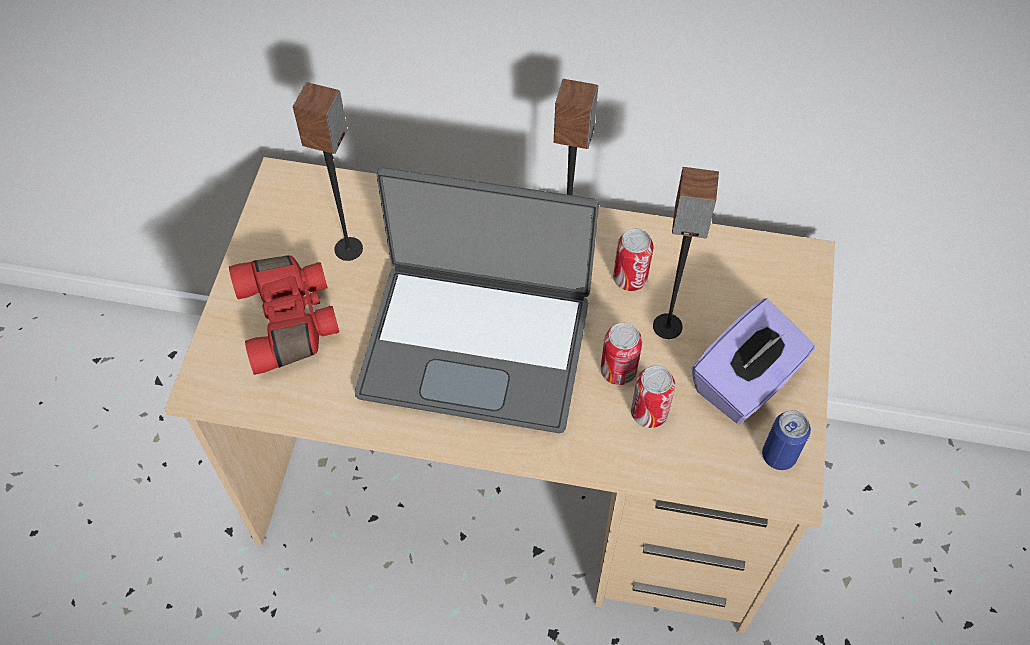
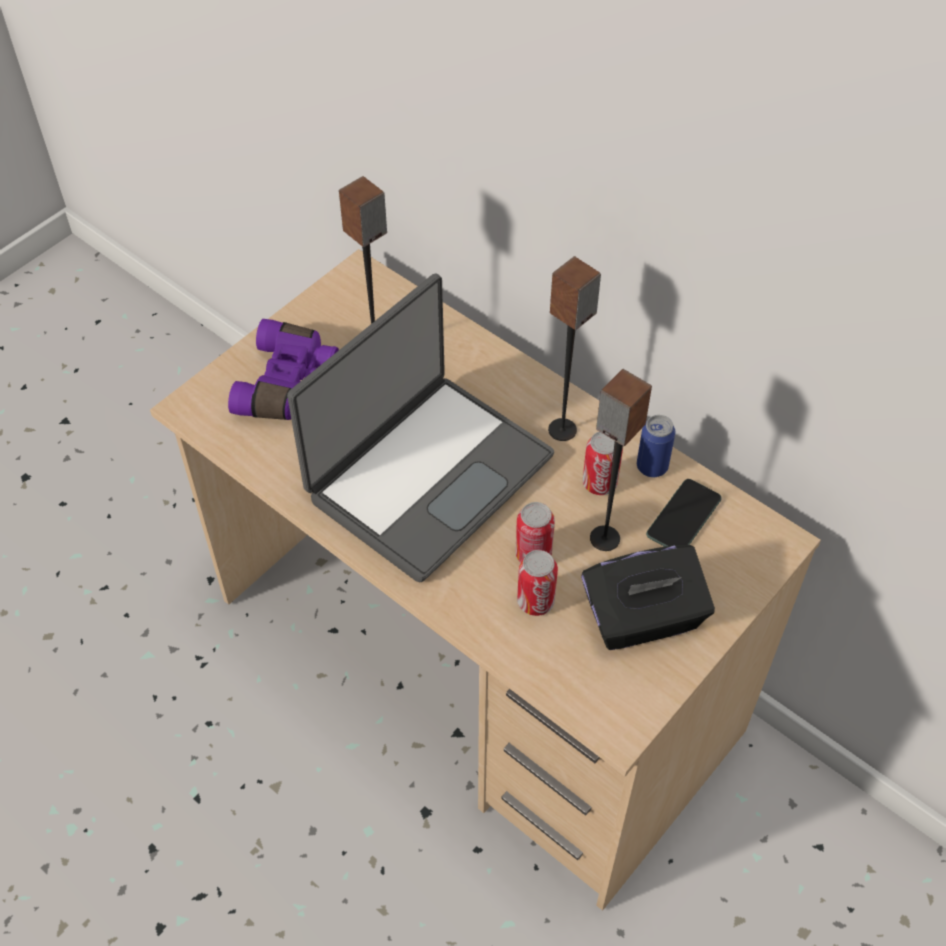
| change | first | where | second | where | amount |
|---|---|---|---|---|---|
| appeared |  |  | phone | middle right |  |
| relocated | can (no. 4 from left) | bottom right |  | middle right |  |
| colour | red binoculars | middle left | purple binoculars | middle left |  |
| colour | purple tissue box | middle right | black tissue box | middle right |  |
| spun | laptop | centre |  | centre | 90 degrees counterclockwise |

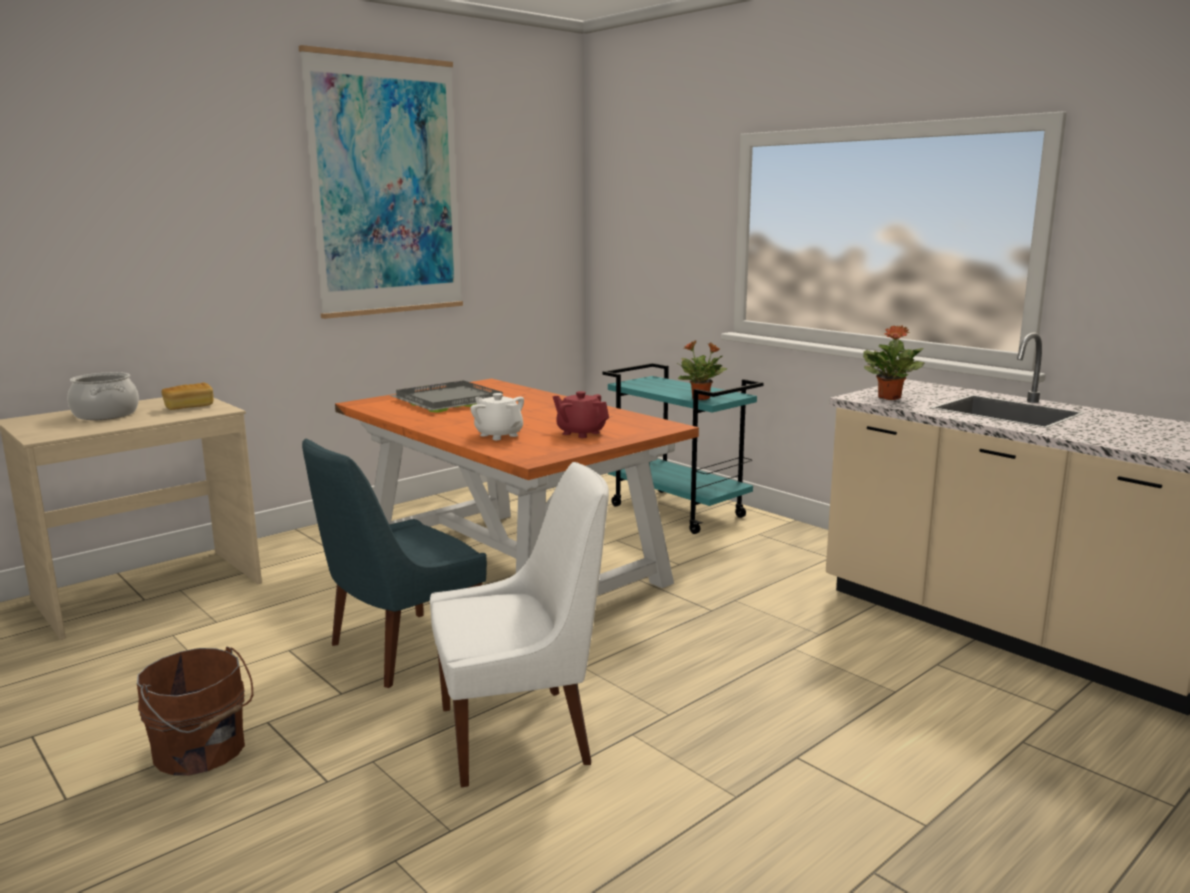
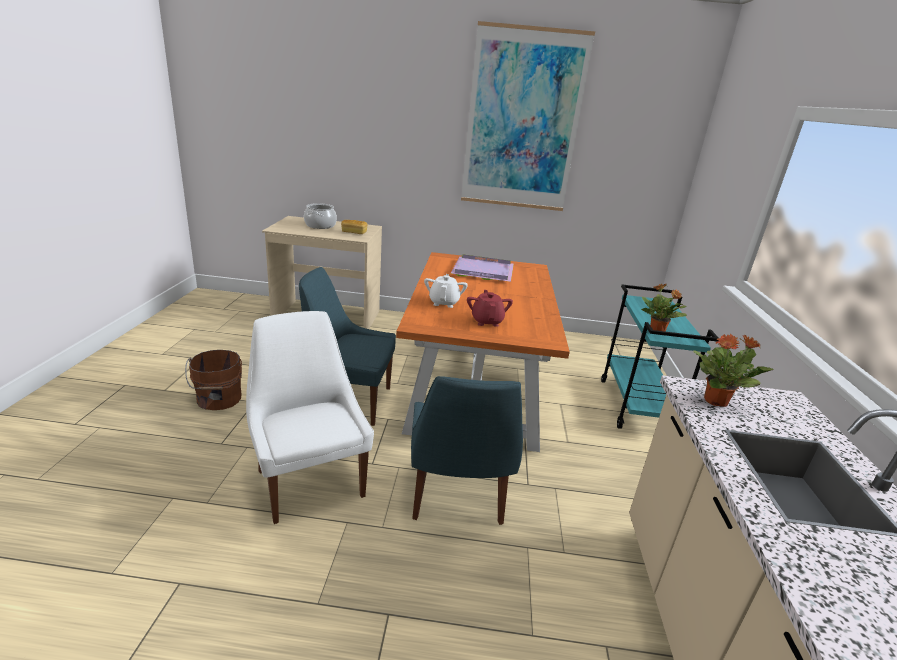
| change | first | where | second | where | amount |
|---|---|---|---|---|---|
| appeared |  |  | blue chair (no. 2 from left) | bottom centre |  |
| colour | grey tray | centre | purple tray | centre |  |
| spun | white chair | bottom centre |  | centre | 150 degrees counterclockwise |

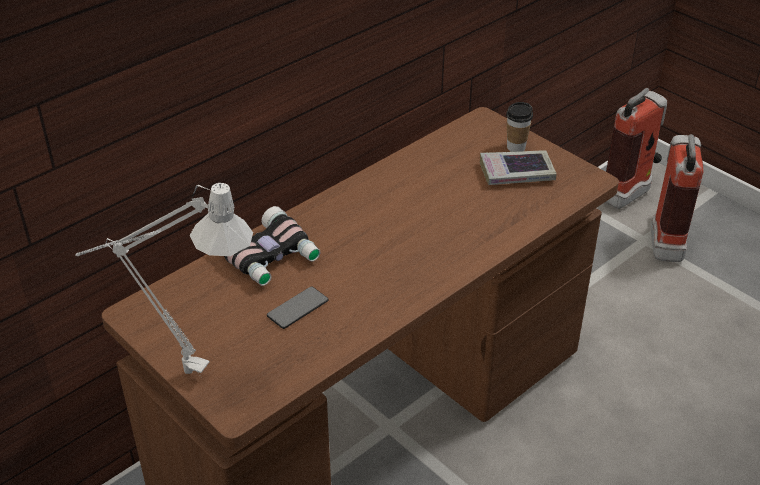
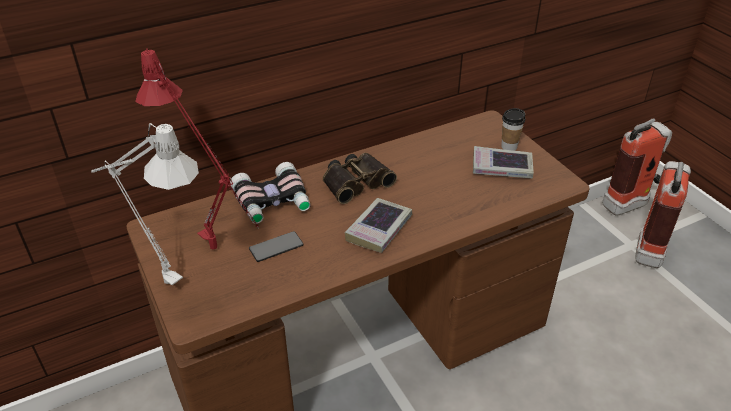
| change | first | where | second | where | amount |
|---|---|---|---|---|---|
| appeared |  |  | red table lamp | middle left |  |
| appeared |  |  | binoculars (no. 2 from left) | centre |  |
| appeared |  |  | book (no. 1 from left) | centre |  |

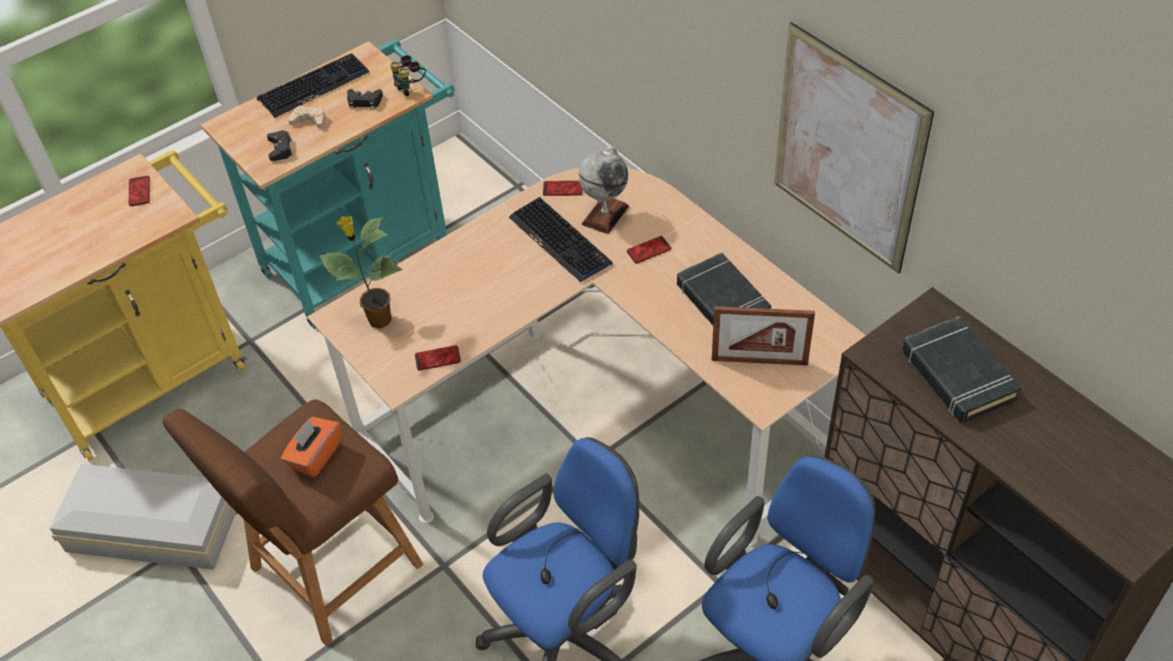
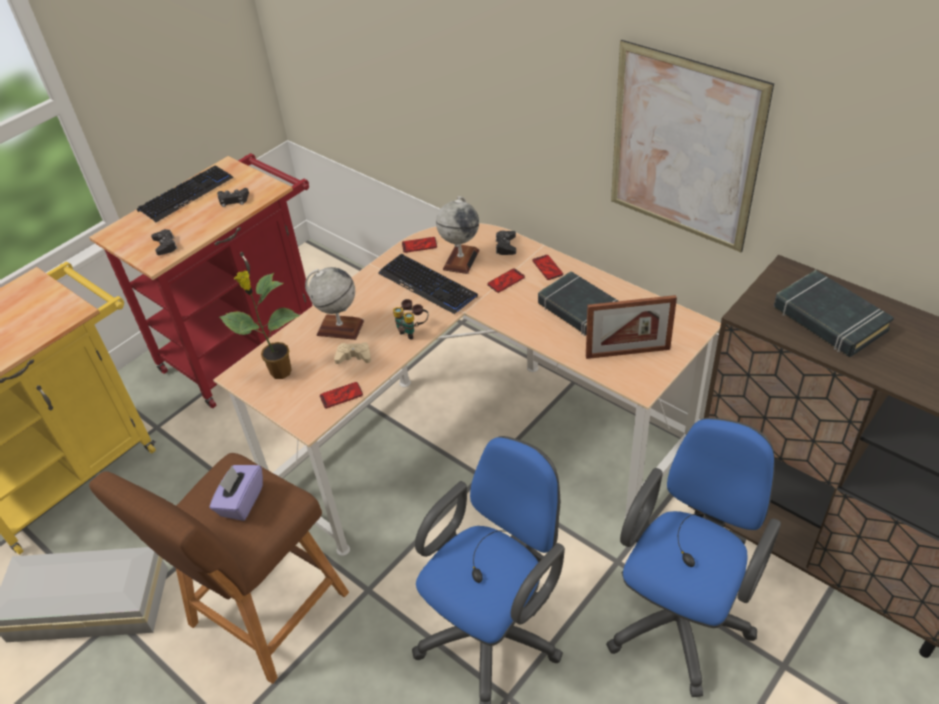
| change | first | where | second | where | amount |
|---|---|---|---|---|---|
| appeared |  |  | globe (no. 1 from left) | centre |  |
| appeared |  |  | black game controller (no. 3 from left) | centre |  |
| relocated | phone (no. 1 from left in the first image) | top left | phone (no. 4 from left) | centre |  |
| relocated | beige game controller | top left |  | centre |  |
| relocated | binoculars | top centre |  | centre |  |
| colour | turquoise cart | top left | red cart | middle left |  |
| colour | orange tissue box | bottom left | purple tissue box | bottom left |  |

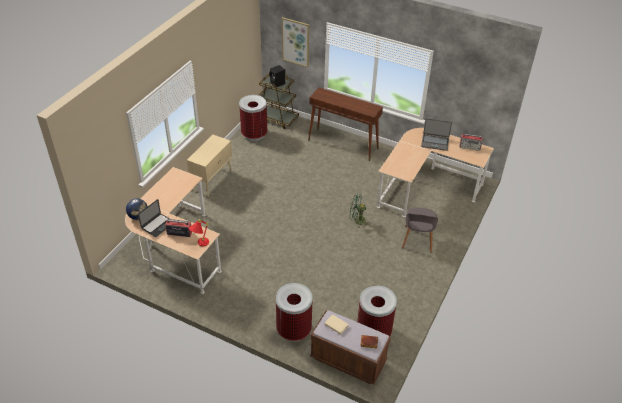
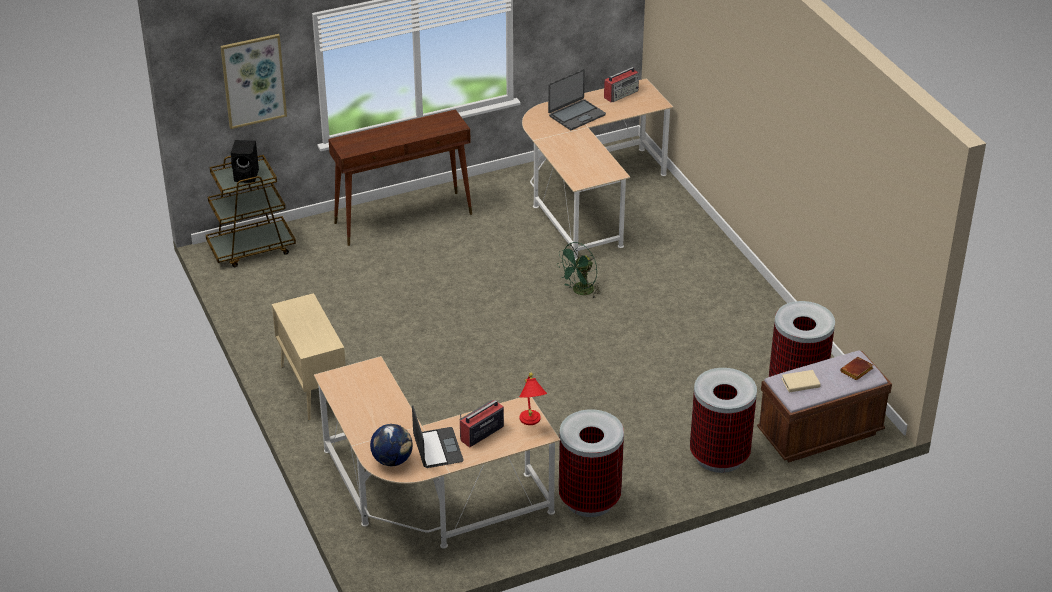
| change | first | where | second | where | amount |
|---|---|---|---|---|---|
| missing | grey chair | middle right |  |  |  |
| relocated | trash can (no. 1 from left) | top centre |  | bottom centre |  |

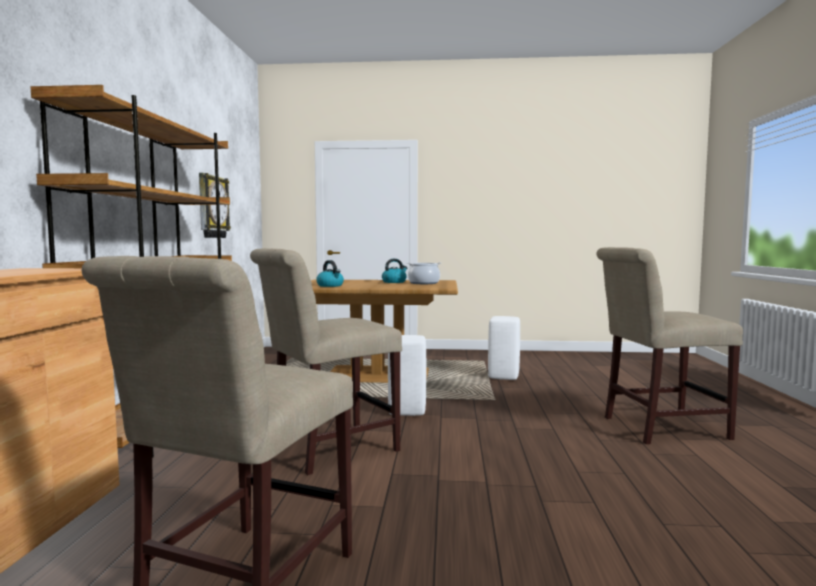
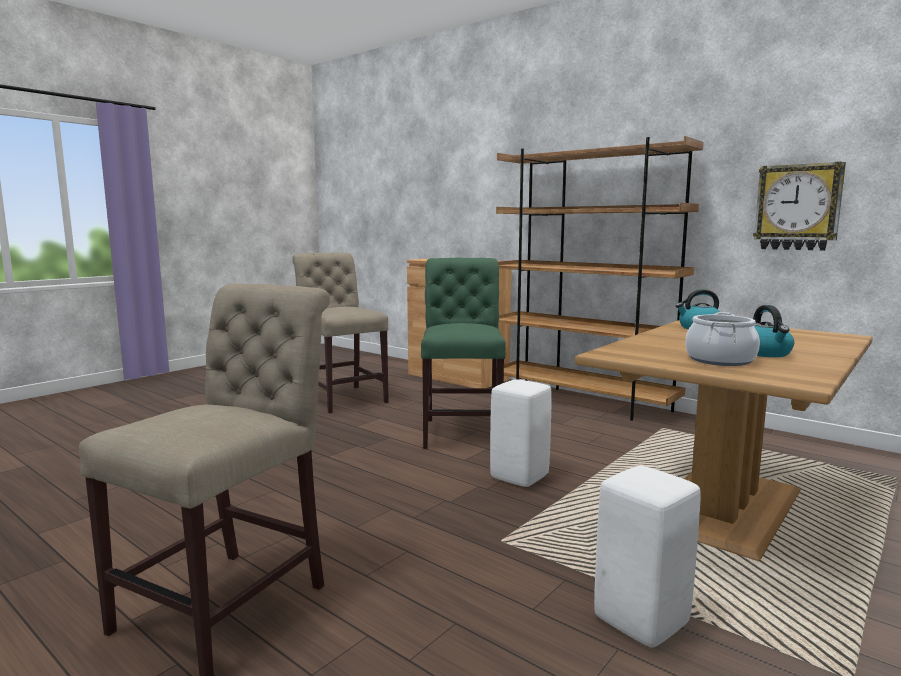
| change | first | where | second | where | amount |
|---|---|---|---|---|---|
| colour | beige chair (no. 2 from left) | centre | green chair | centre |  |

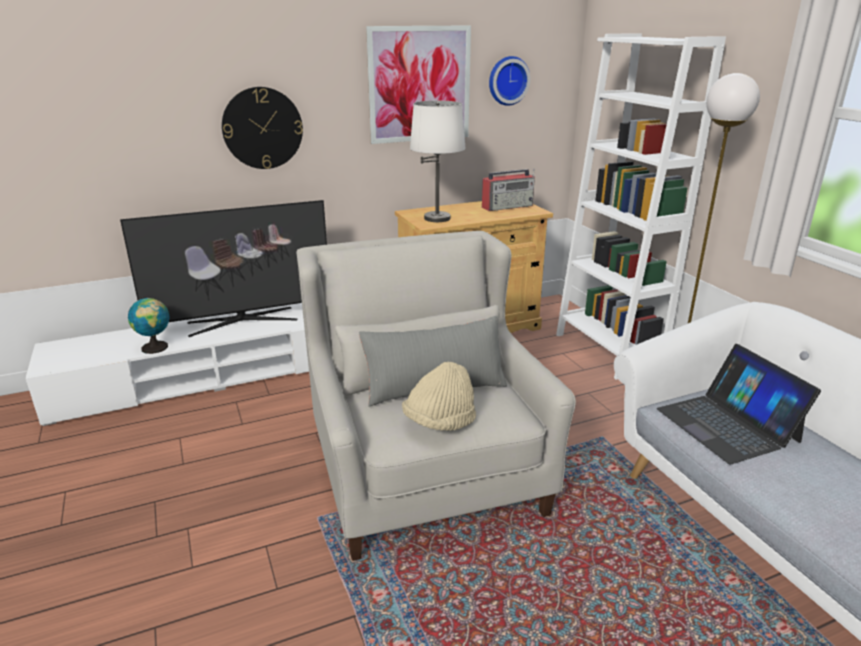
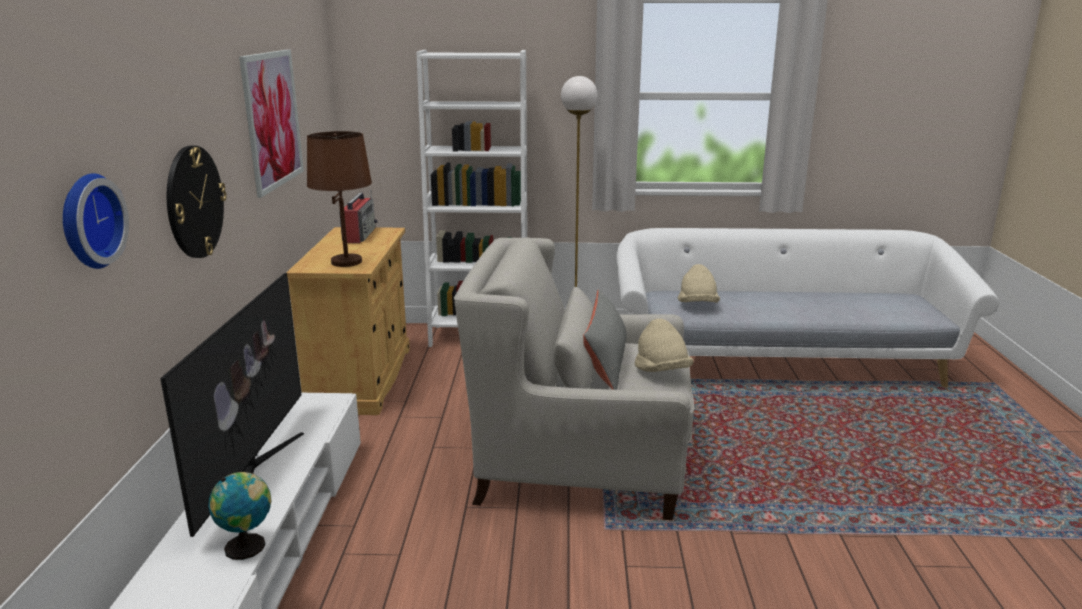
| change | first | where | second | where | amount |
|---|---|---|---|---|---|
| relocated | wall clock (no. 2 from left in the first image) | top centre | wall clock (no. 1 from left) | middle left |  |
| exchanged | laptop | middle right | beige hat (no. 2 from left) | centre |  |
| colour | white table lamp | top centre | brown table lamp | top left |  |

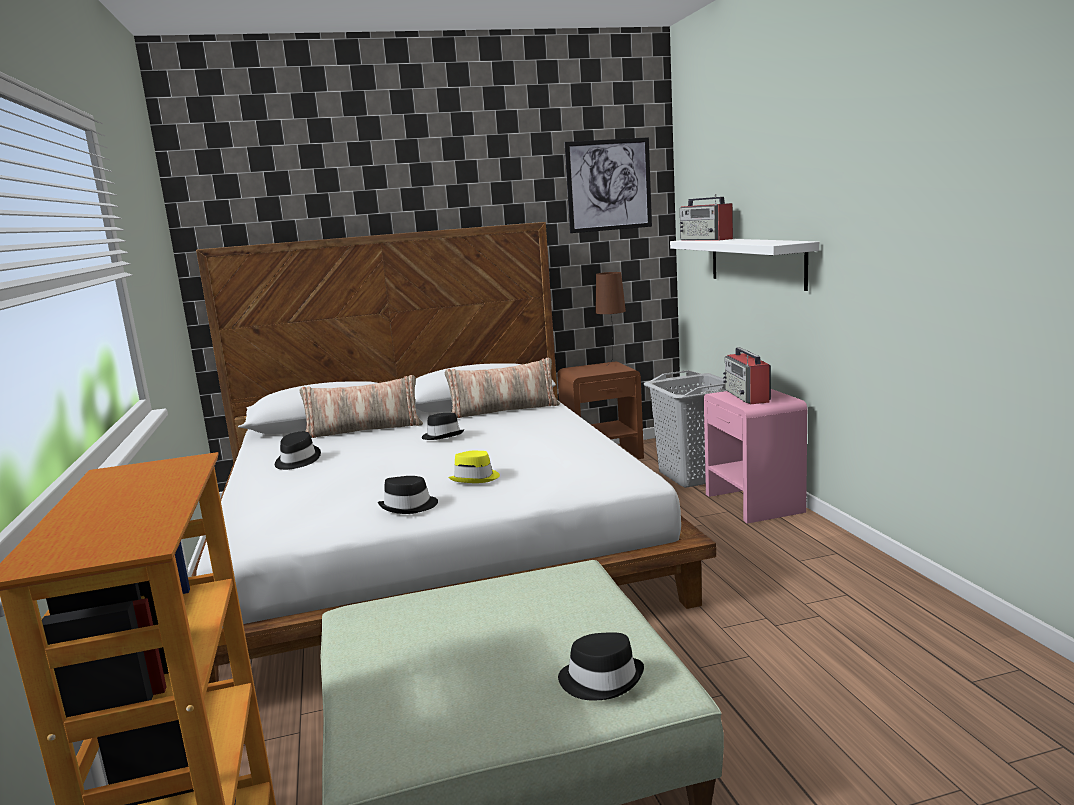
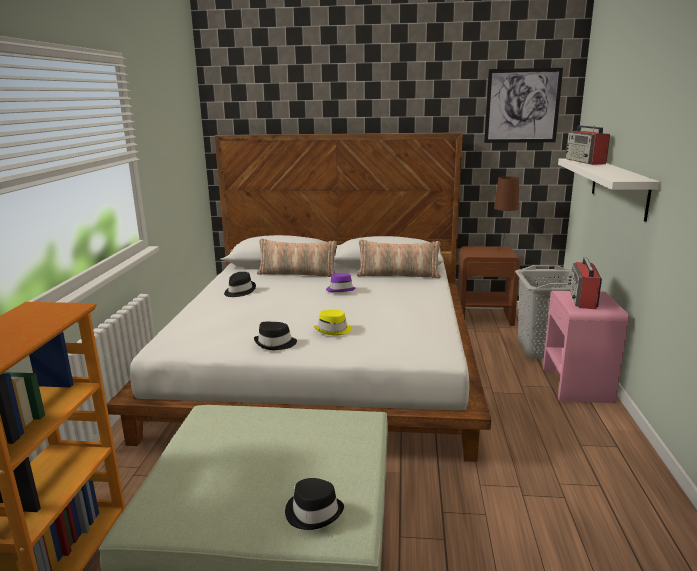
| change | first | where | second | where | amount |
|---|---|---|---|---|---|
| colour | black hat (no. 3 from left) | centre | purple hat | centre |  |

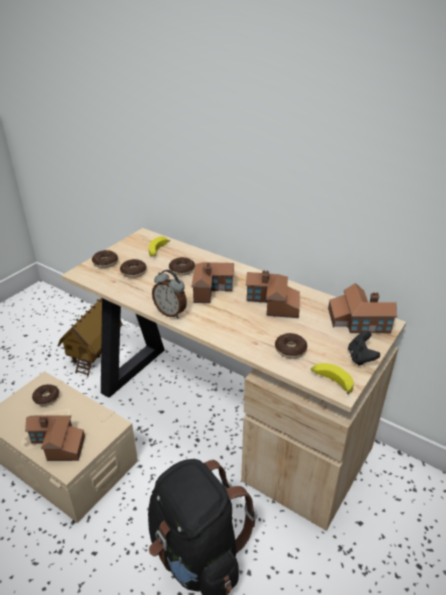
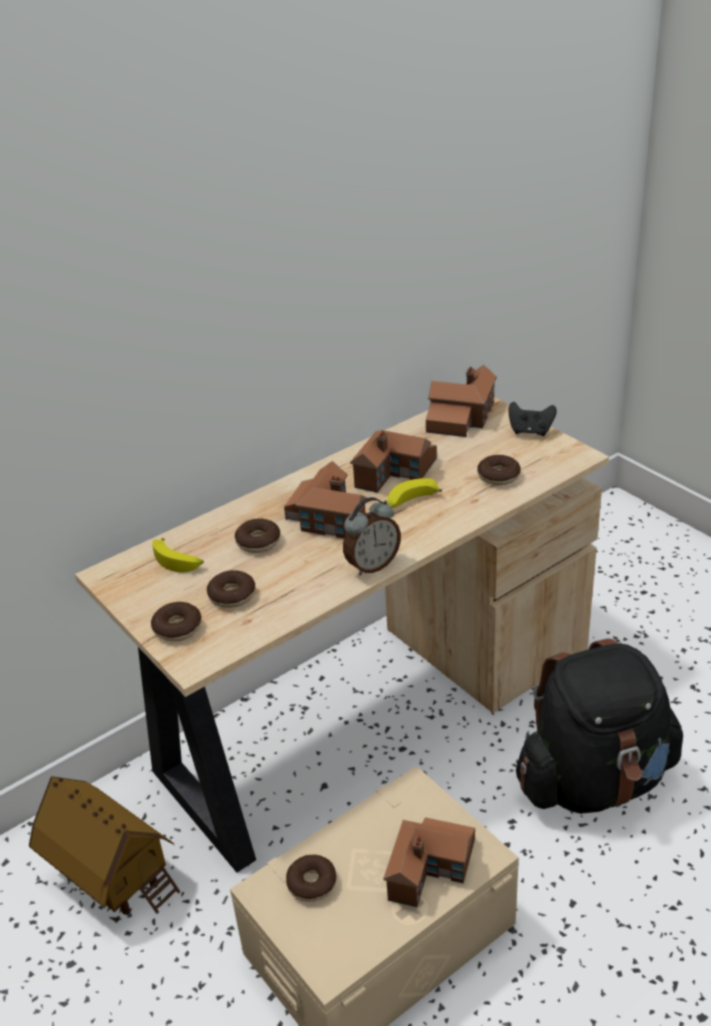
| change | first | where | second | where | amount |
|---|---|---|---|---|---|
| relocated | banana (no. 2 from left) | middle right |  | centre |  |

